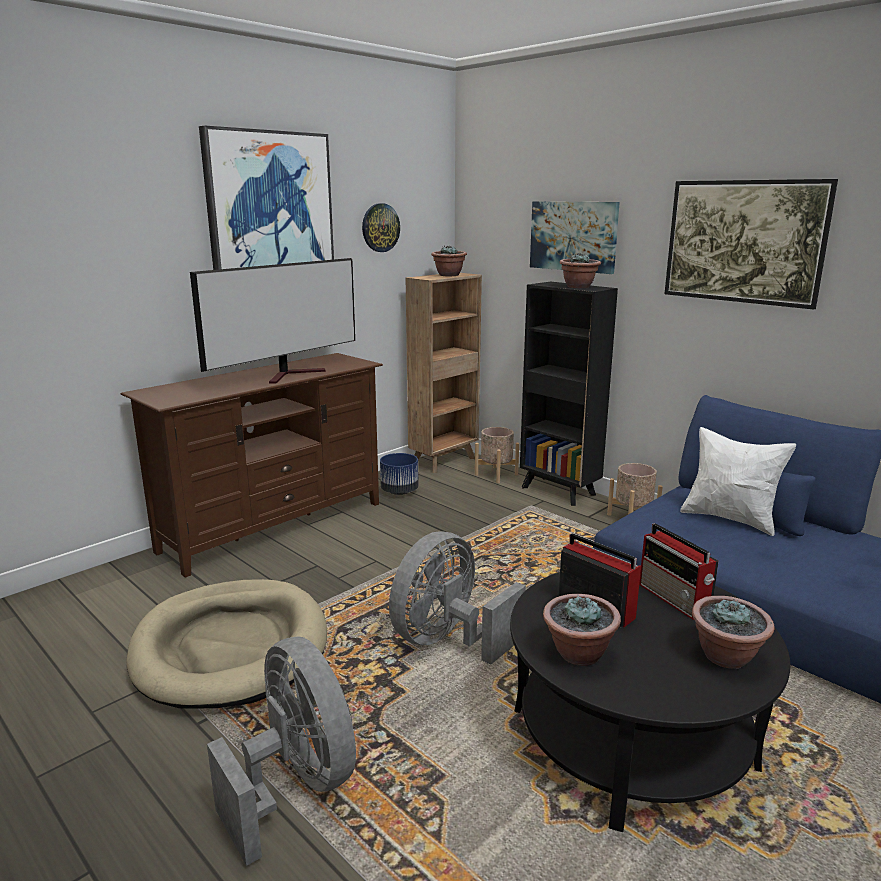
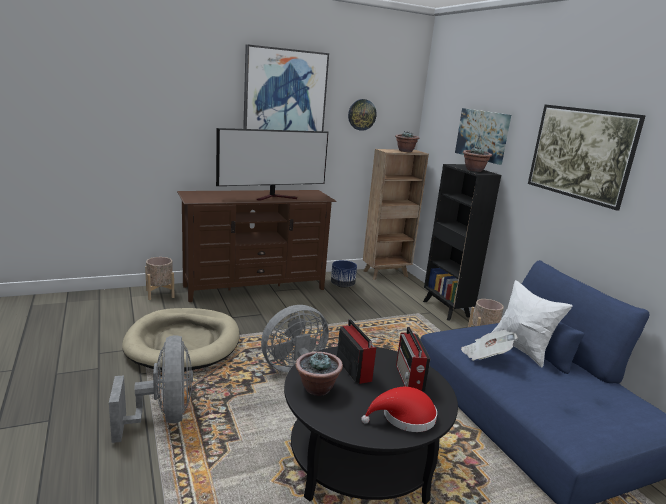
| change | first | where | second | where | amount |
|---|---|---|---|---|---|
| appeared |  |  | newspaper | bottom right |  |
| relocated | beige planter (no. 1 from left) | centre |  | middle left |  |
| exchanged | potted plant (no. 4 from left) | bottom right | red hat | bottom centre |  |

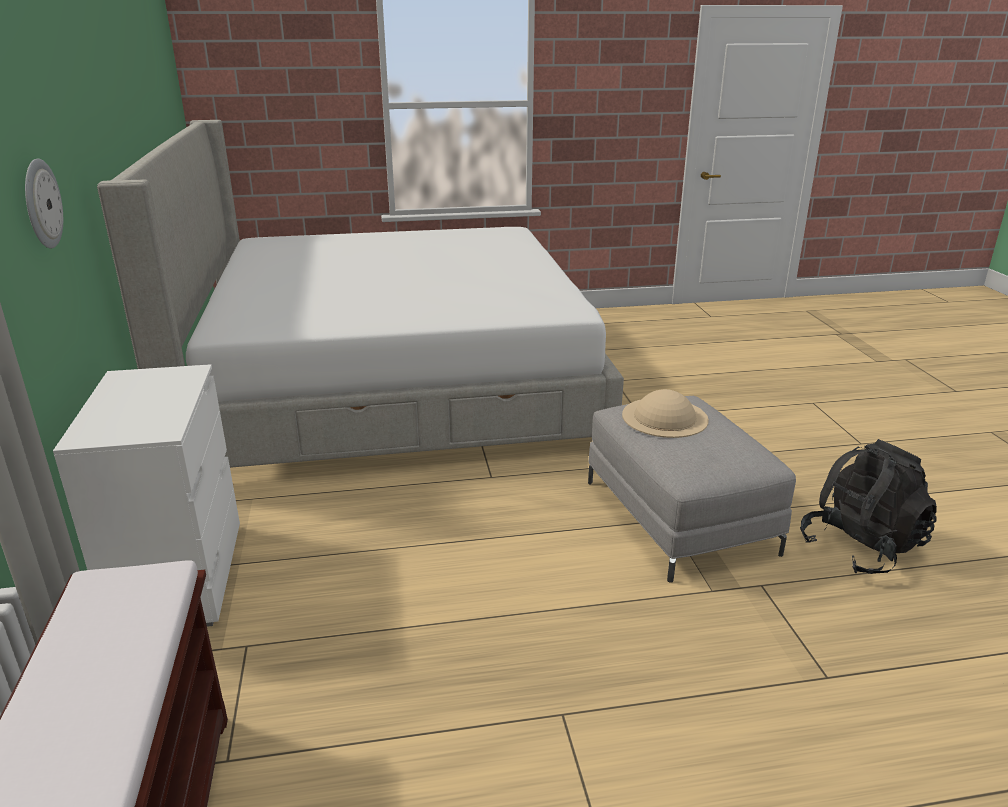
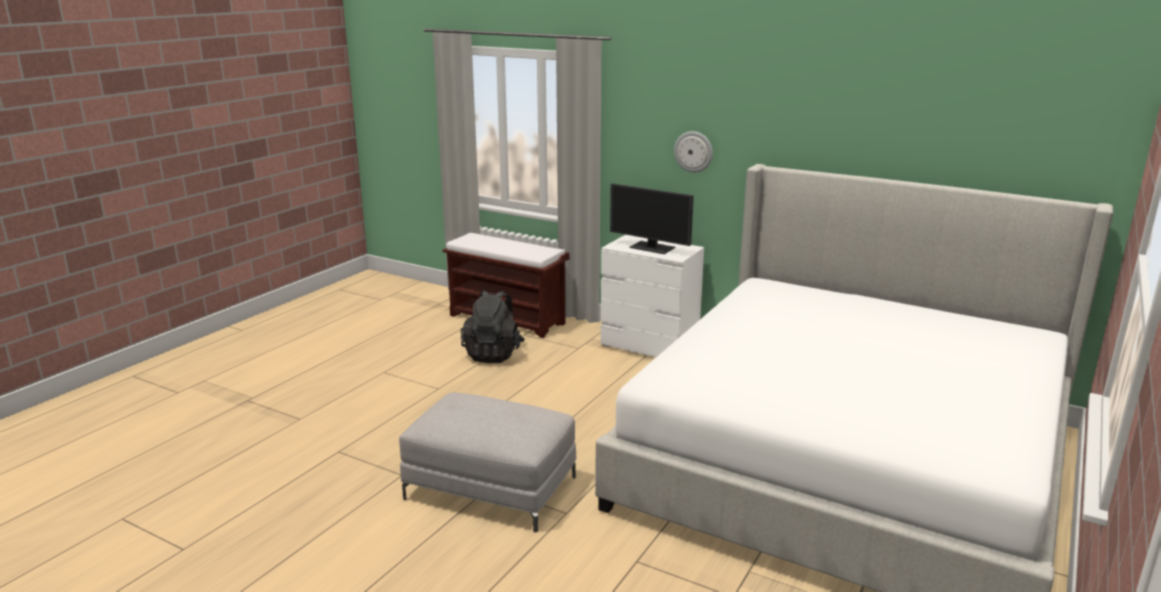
| change | first | where | second | where | amount |
|---|---|---|---|---|---|
| missing | beige hat | centre |  |  |  |
| appeared |  |  | monitor | centre |  |
| relocated | black backpack | middle right |  | centre |  |

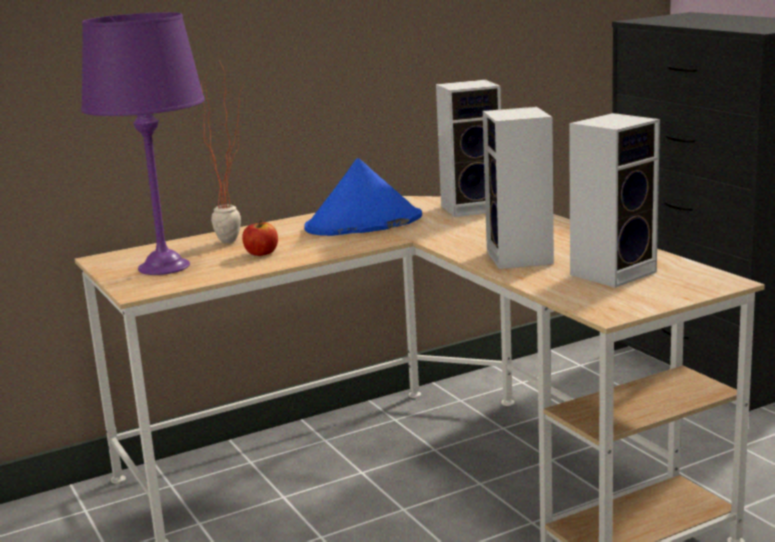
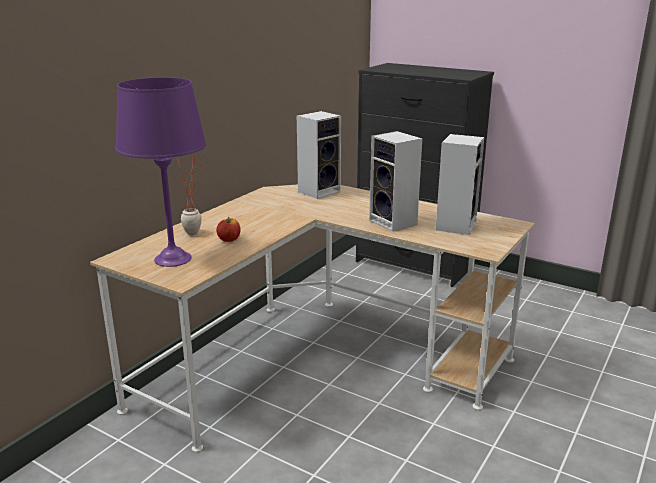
| change | first | where | second | where | amount |
|---|---|---|---|---|---|
| missing | blue hat | centre |  |  |  |

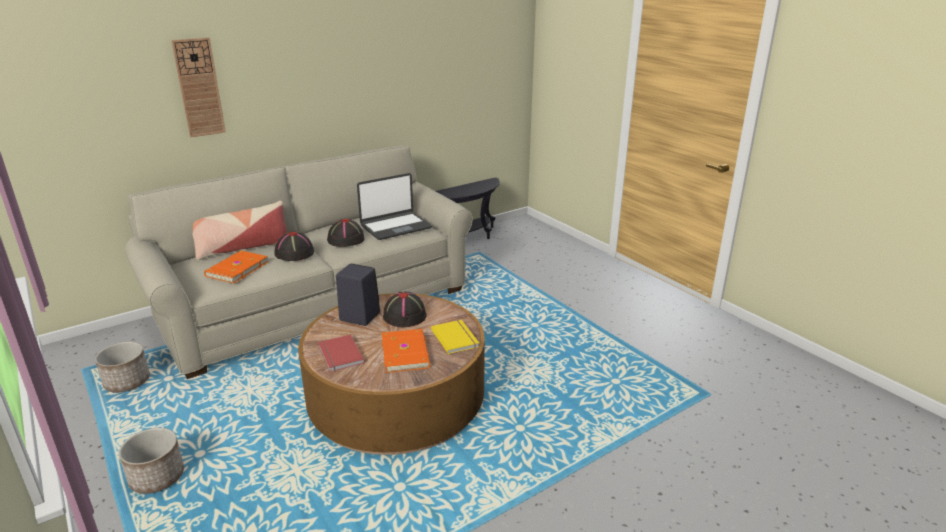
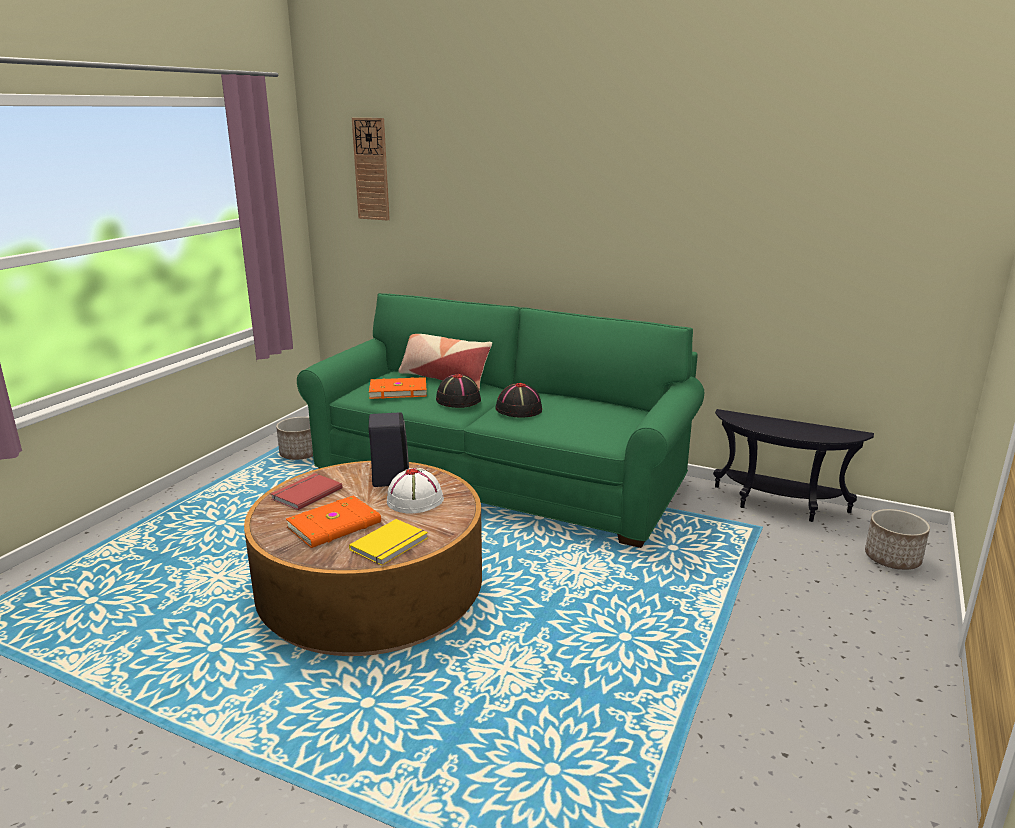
| change | first | where | second | where | amount |
|---|---|---|---|---|---|
| missing | laptop | centre |  |  |  |
| relocated | planter (no. 2 from left) | bottom left |  | middle right |  |
| relocated | wall clock | top left |  | top centre |  |
| colour | beige sofa | middle left | green sofa | centre |  |
| colour | black hat (no. 3 from left) | centre | white hat | centre |  |

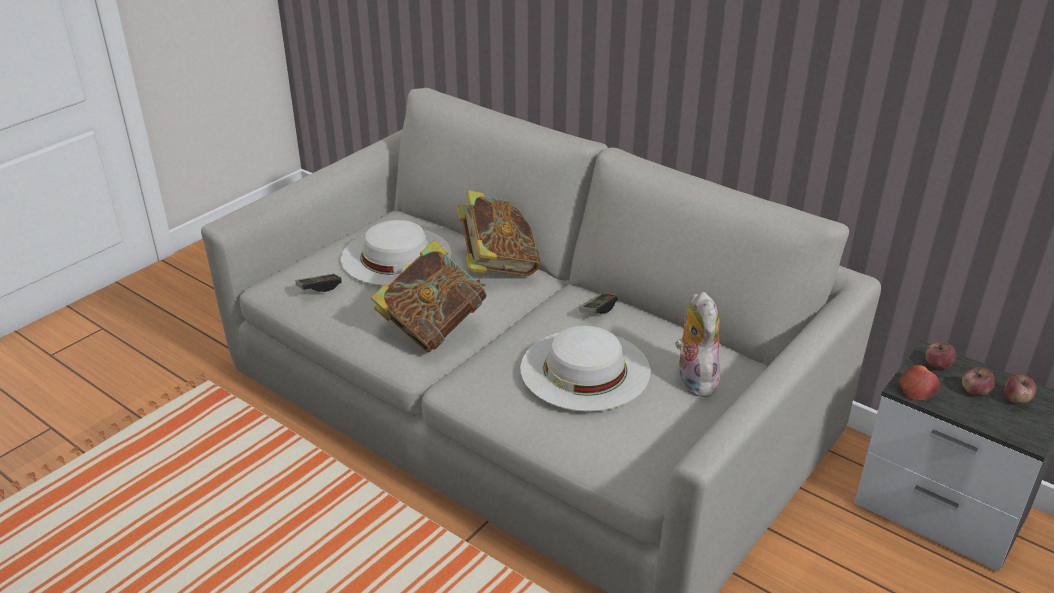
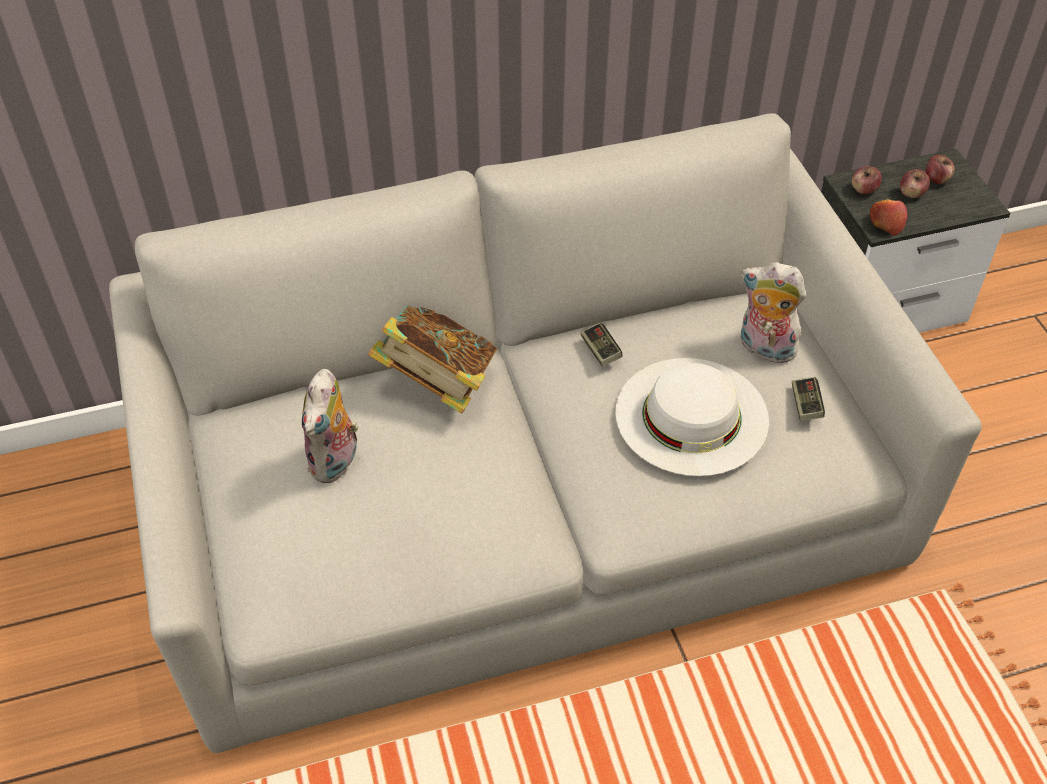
| change | first | where | second | where | amount |
|---|---|---|---|---|---|
| missing | book (no. 1 from left) | centre |  |  |  |
| relocated | game controller (no. 1 from left in the first image) | middle left | game controller (no. 2 from left) | middle right |  |
| exchanged | white hat (no. 1 from left) | centre | plush toy (no. 1 from left) | middle left |  |

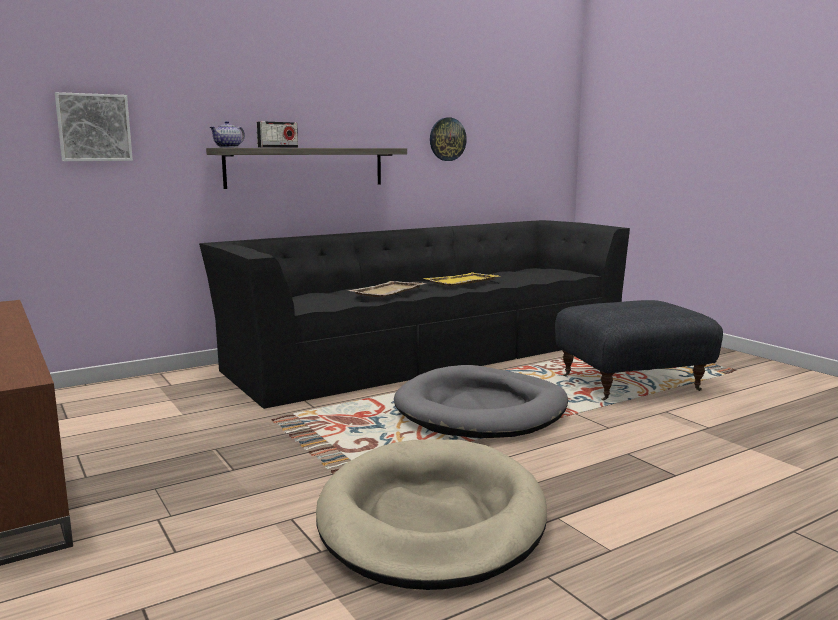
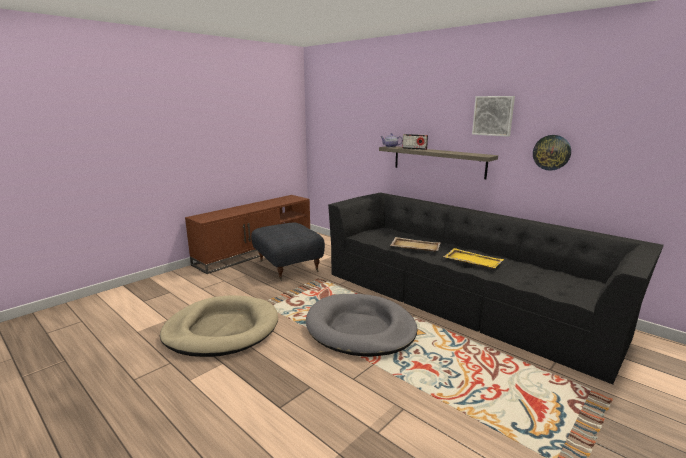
| change | first | where | second | where | amount |
|---|---|---|---|---|---|
| relocated | picture | top left |  | top right |  |
| relocated | grey ottoman | middle right |  | centre |  |

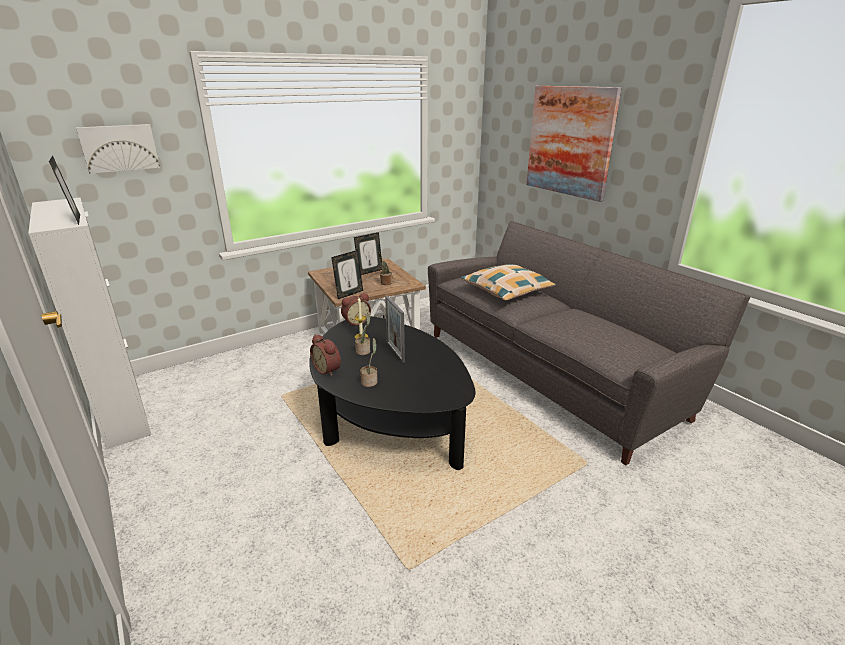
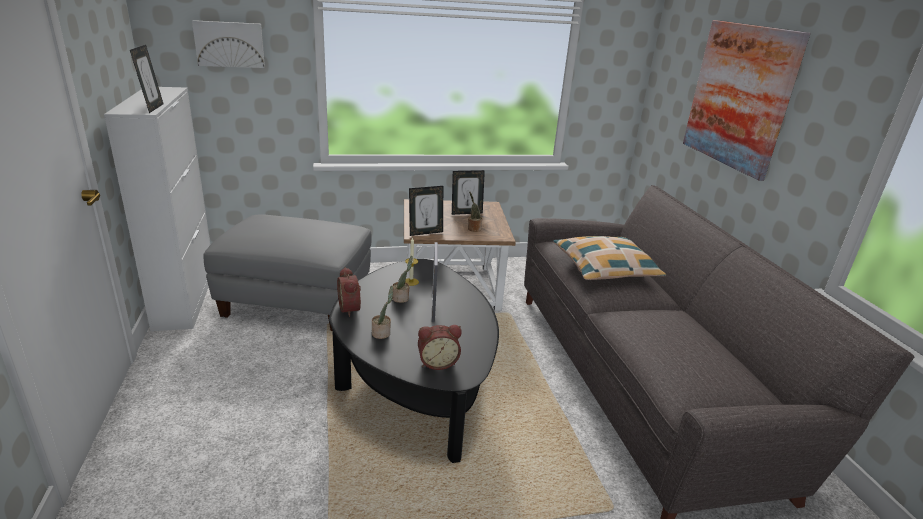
| change | first | where | second | where | amount |
|---|---|---|---|---|---|
| appeared |  |  | grey ottoman | middle left |  |
| relocated | alarm clock (no. 2 from left) | centre |  | bottom centre |  |

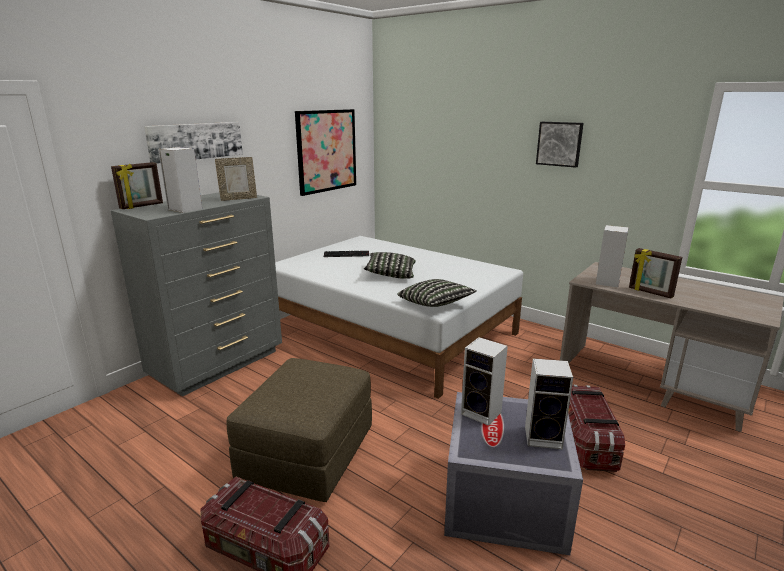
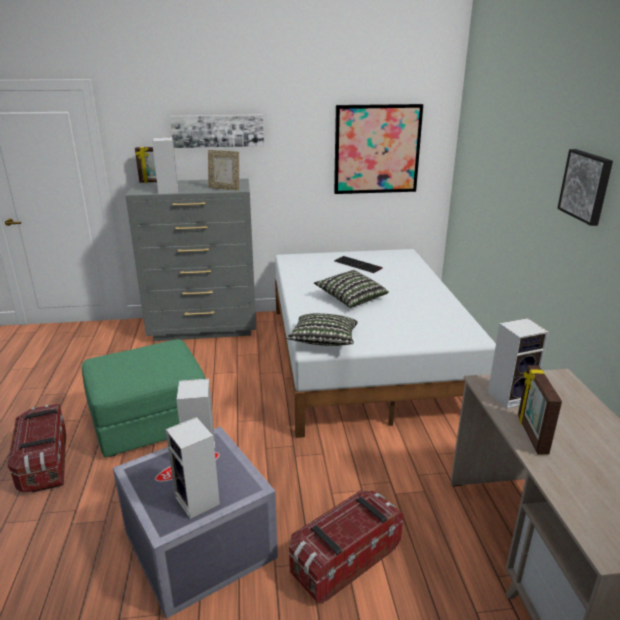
| change | first | where | second | where | amount |
|---|---|---|---|---|---|
| colour | brown ottoman | bottom centre | green ottoman | middle left |  |

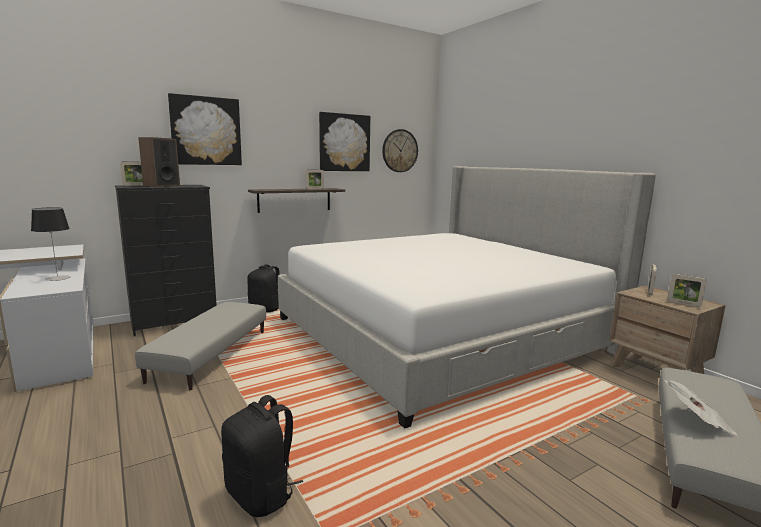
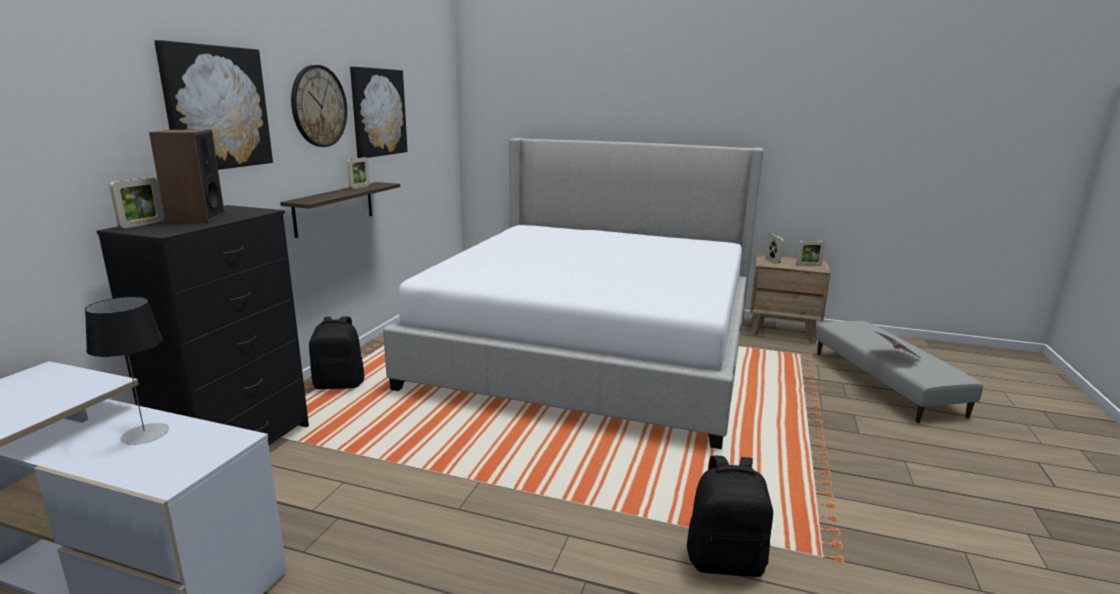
| change | first | where | second | where | amount |
|---|---|---|---|---|---|
| missing | grey ottoman (no. 1 from left) | middle left |  |  |  |
| relocated | wall clock | top centre |  | top left |  |

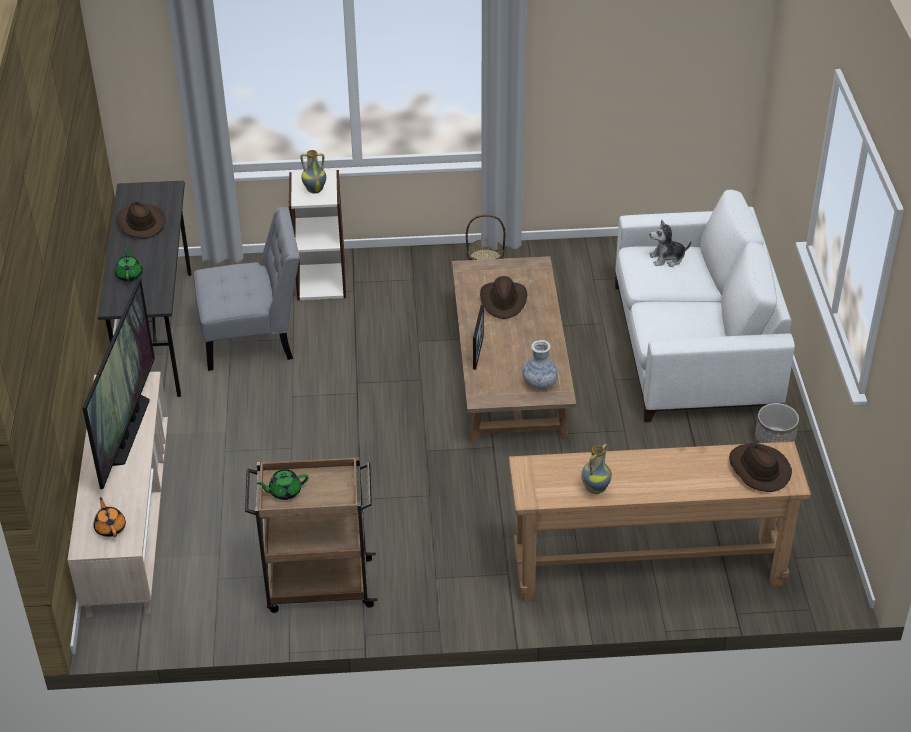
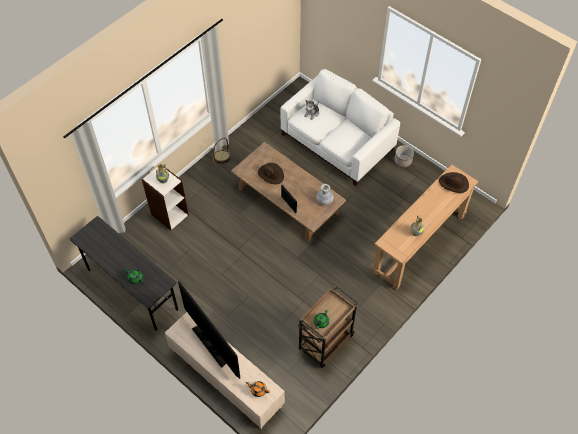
| change | first | where | second | where | amount |
|---|---|---|---|---|---|
| missing | brown hat (no. 1 from left) | top left |  |  |  |
| missing | grey chair | middle left |  |  |  |

